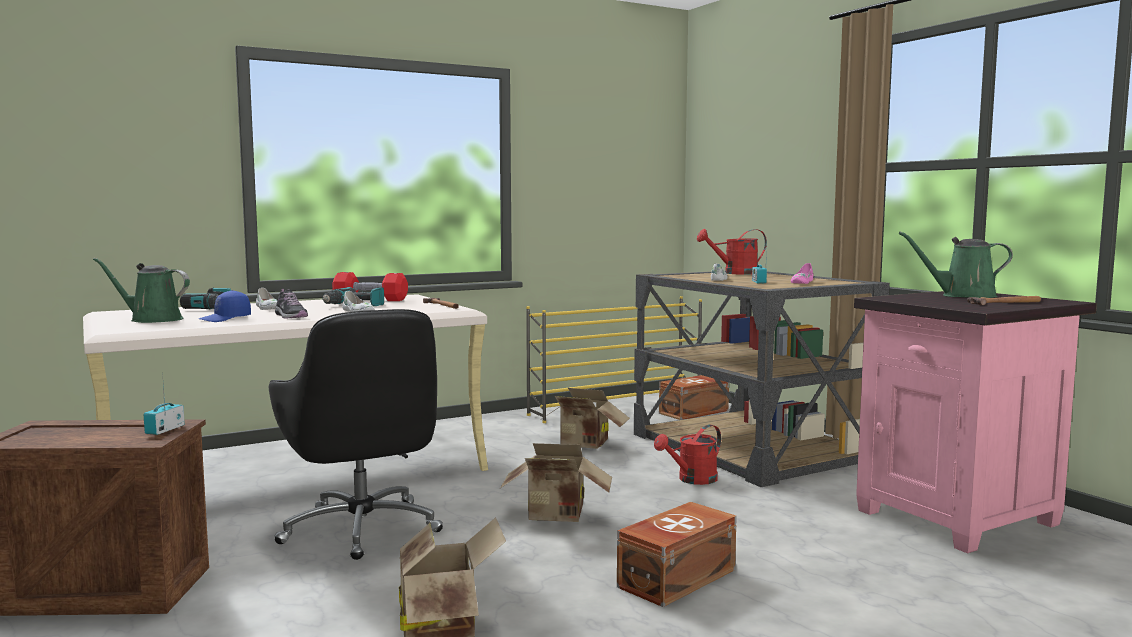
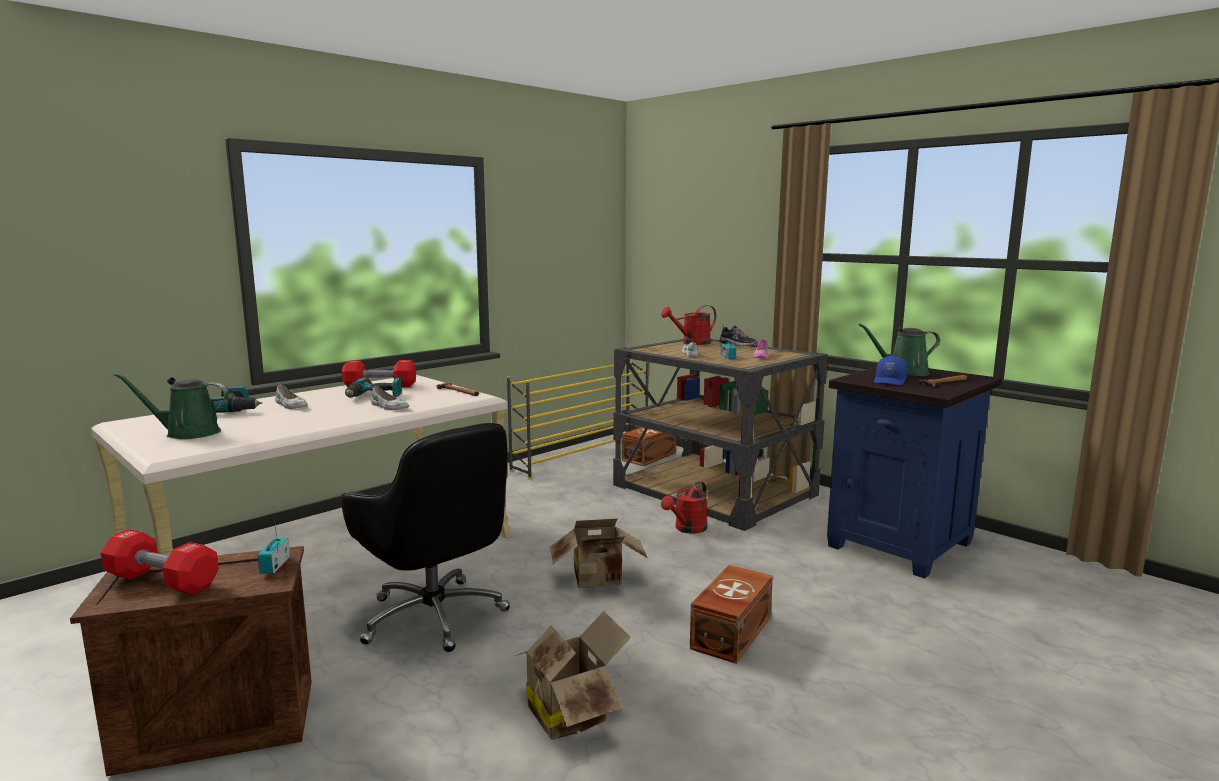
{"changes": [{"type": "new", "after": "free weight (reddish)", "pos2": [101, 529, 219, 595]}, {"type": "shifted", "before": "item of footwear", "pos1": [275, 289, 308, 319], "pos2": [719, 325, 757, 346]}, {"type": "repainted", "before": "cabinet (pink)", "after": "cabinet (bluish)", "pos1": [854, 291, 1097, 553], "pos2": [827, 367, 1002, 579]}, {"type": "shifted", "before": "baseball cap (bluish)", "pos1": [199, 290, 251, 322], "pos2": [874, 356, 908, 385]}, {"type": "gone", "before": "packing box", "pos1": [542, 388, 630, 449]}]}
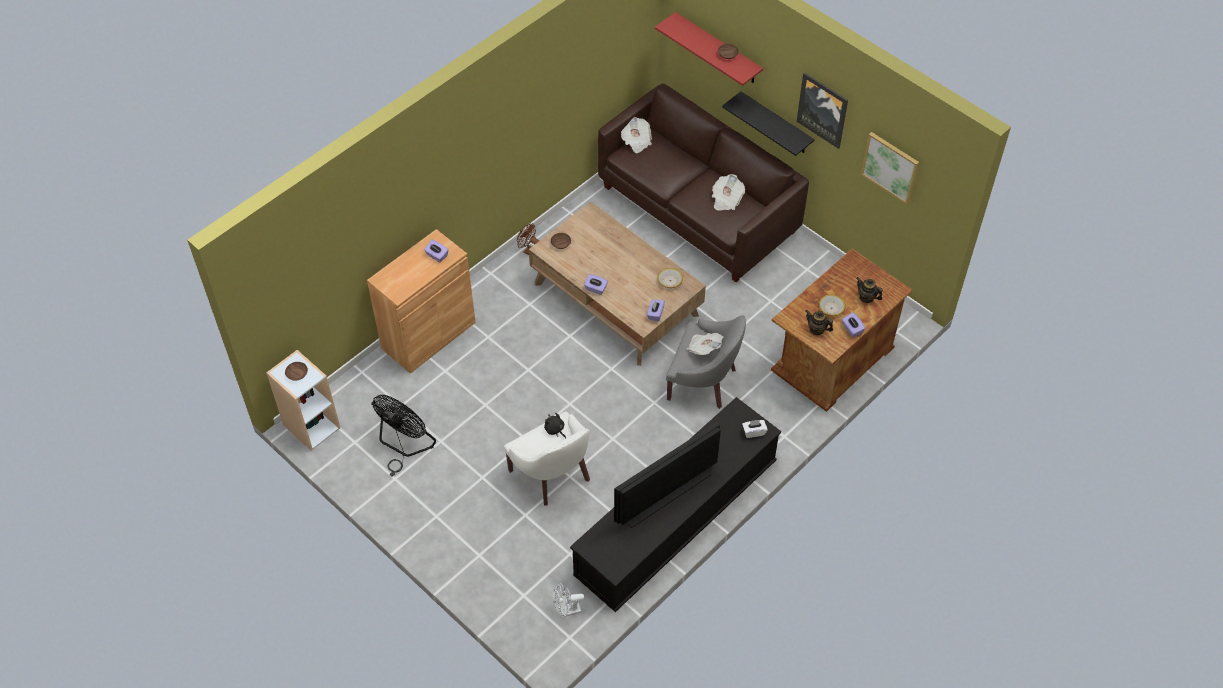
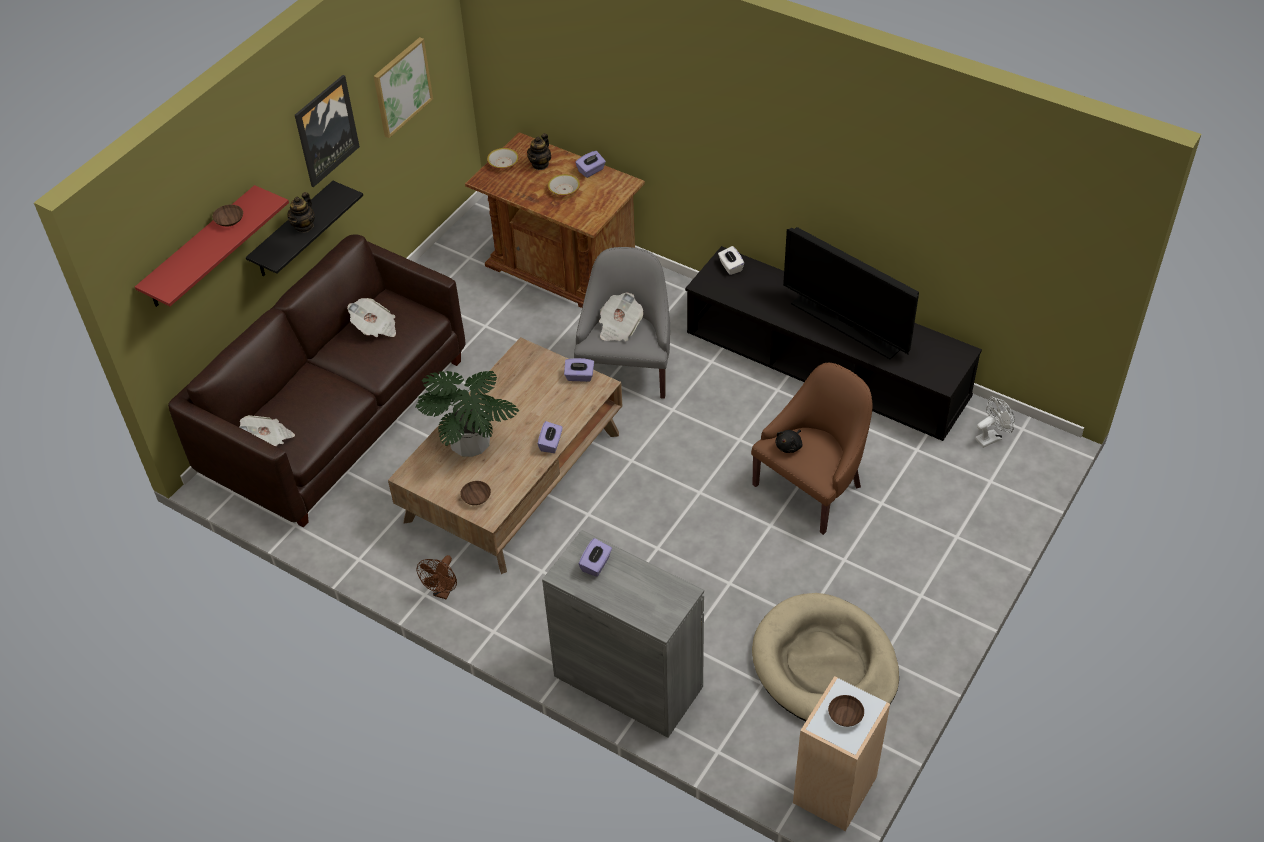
{"changes": [{"type": "shifted", "before": "pot for tea", "pos1": [806, 310, 833, 336], "pos2": [287, 192, 315, 233]}, {"type": "new", "after": "plant in a pot", "pos2": [415, 371, 519, 457]}, {"type": "shifted", "before": "deep dish", "pos1": [657, 268, 683, 288], "pos2": [487, 148, 519, 169]}, {"type": "repainted", "before": "cabinet (brown)", "after": "cabinet (gray)", "pos1": [367, 229, 476, 374], "pos2": [542, 530, 704, 738]}, {"type": "repainted", "before": "easy chair (white)", "after": "easy chair (brown)", "pos1": [504, 412, 590, 506], "pos2": [751, 363, 873, 535]}, {"type": "swapped", "before": "fan (black-coloured)", "after": "dog bed (beige)", "pos1": [371, 395, 436, 476], "pos2": [752, 593, 899, 721]}, {"type": "rotated", "before": "fan (white)", "pos1": [553, 583, 584, 617], "pos2": [975, 397, 1015, 448], "turn": -90}]}
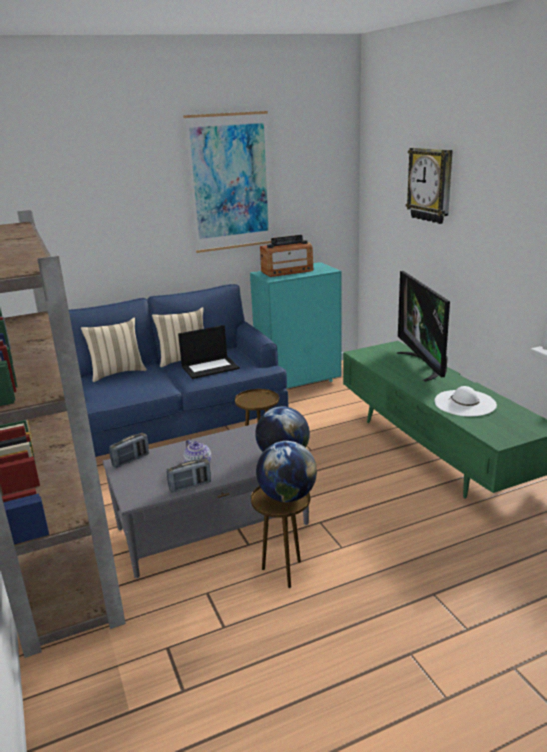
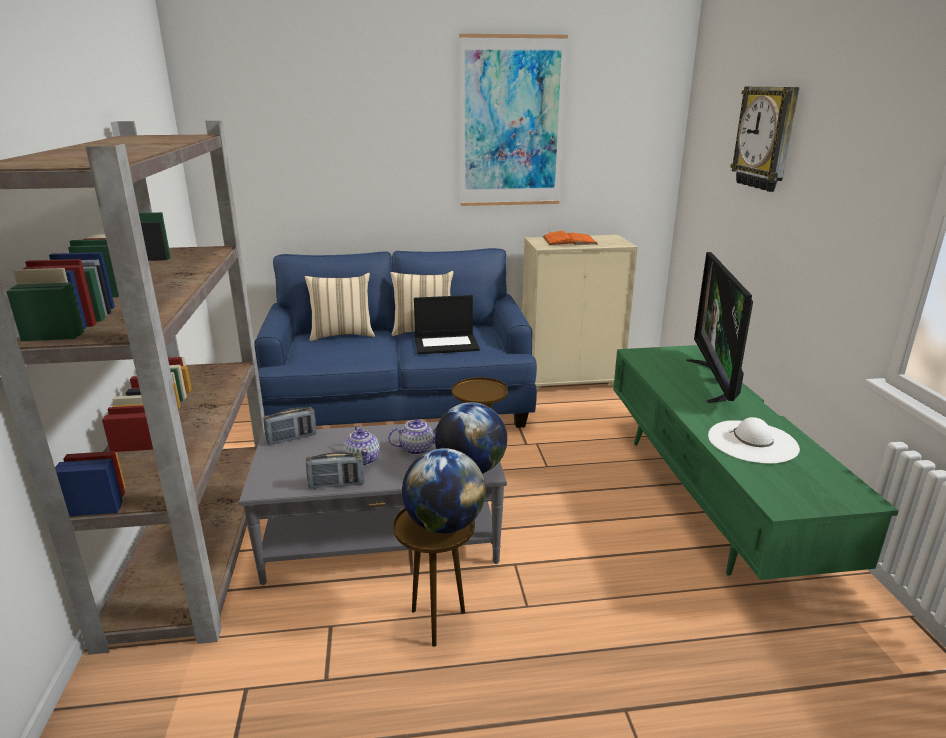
{"changes": [{"type": "new", "after": "pot for tea", "pos2": [388, 419, 438, 455]}, {"type": "repainted", "before": "cabinet (blue-green)", "after": "cabinet (beige)", "pos1": [250, 262, 342, 389], "pos2": [522, 235, 638, 390]}, {"type": "swapped", "before": "radio receiver", "after": "book (orange-coloured)", "pos1": [260, 235, 313, 277], "pos2": [542, 231, 598, 245]}]}
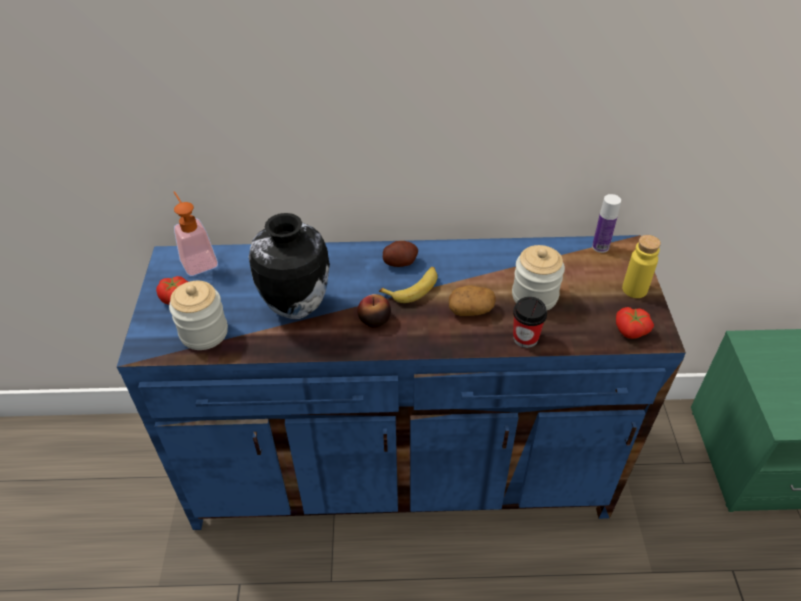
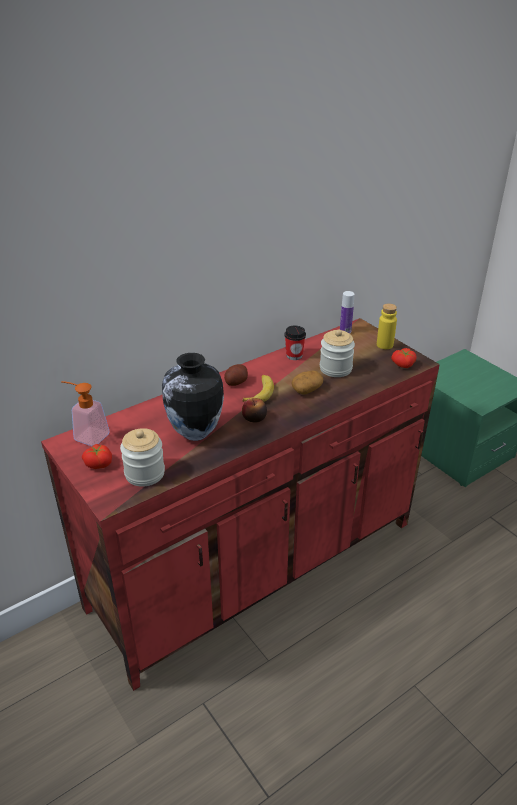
{"changes": [{"type": "repainted", "before": "cabinet (bluish)", "after": "cabinet (reddish)", "pos1": [117, 235, 686, 530], "pos2": [41, 318, 440, 691]}, {"type": "shifted", "before": "cup", "pos1": [513, 297, 547, 348], "pos2": [284, 325, 306, 360]}]}
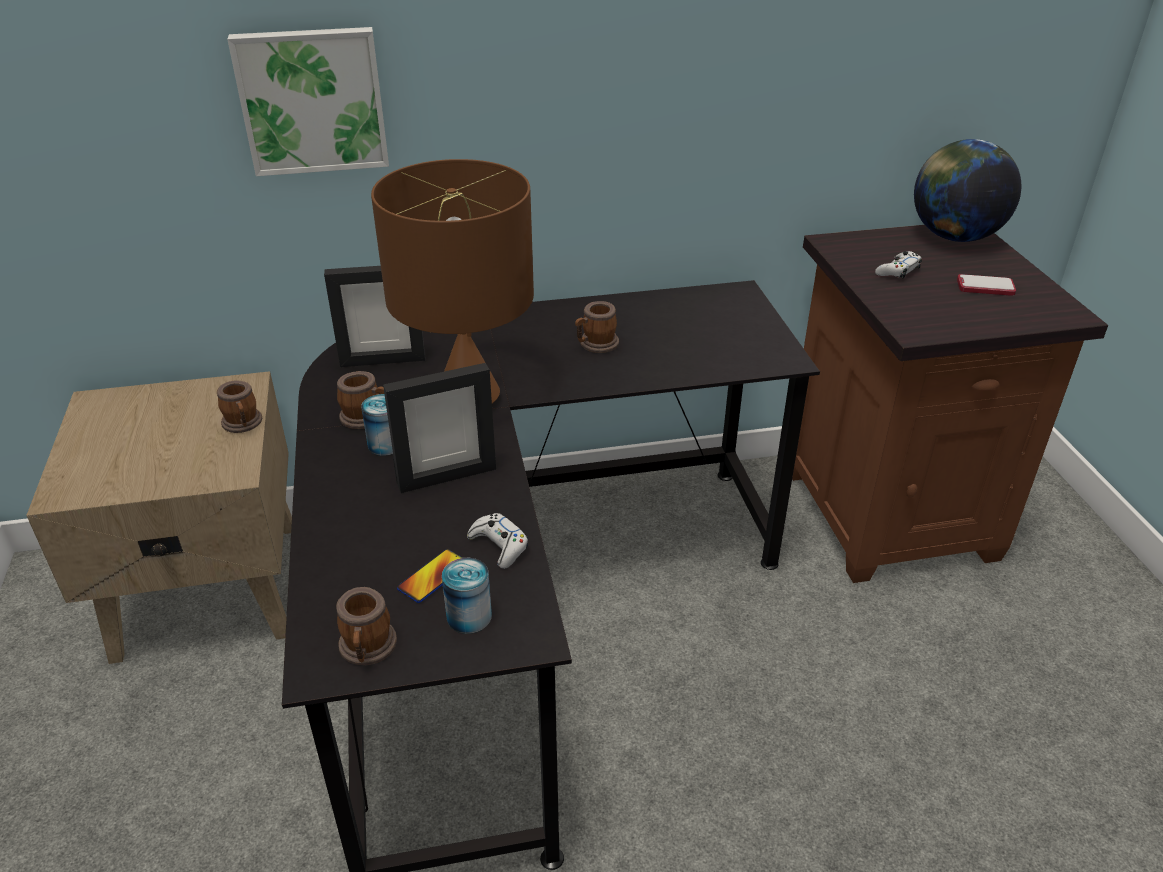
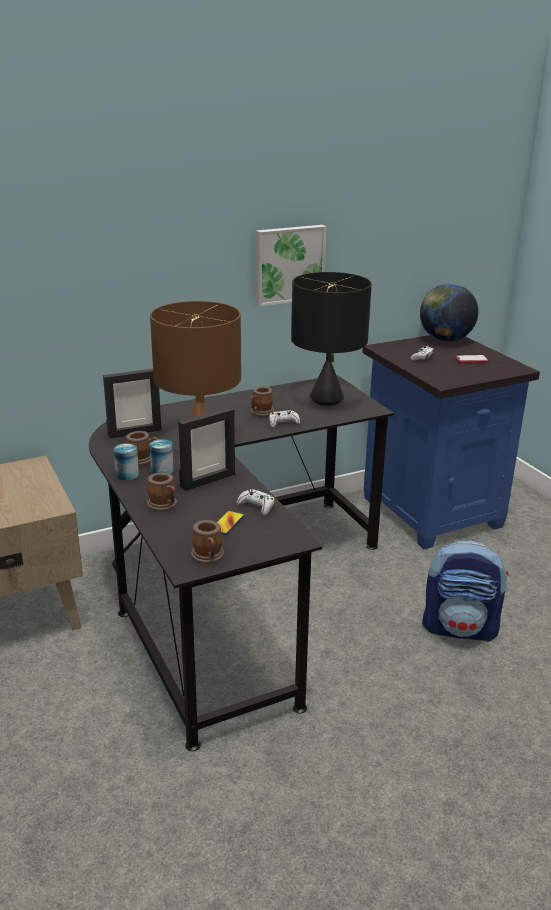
{"changes": [{"type": "shifted", "before": "sealed can", "pos1": [442, 558, 492, 634], "pos2": [114, 443, 139, 481]}, {"type": "shifted", "before": "mug", "pos1": [217, 380, 262, 433], "pos2": [147, 473, 177, 511]}, {"type": "shifted", "before": "wall art", "pos1": [227, 27, 389, 176], "pos2": [256, 225, 327, 307]}, {"type": "new", "after": "gamepad (white)", "pos2": [269, 410, 300, 428]}, {"type": "new", "after": "lamp for a table (black-coloured)", "pos2": [291, 272, 372, 406]}, {"type": "repainted", "before": "cabinet (brown)", "after": "cabinet (bluish)", "pos1": [792, 225, 1108, 583], "pos2": [363, 335, 540, 549]}, {"type": "new", "after": "knapsack", "pos2": [422, 540, 509, 642]}]}
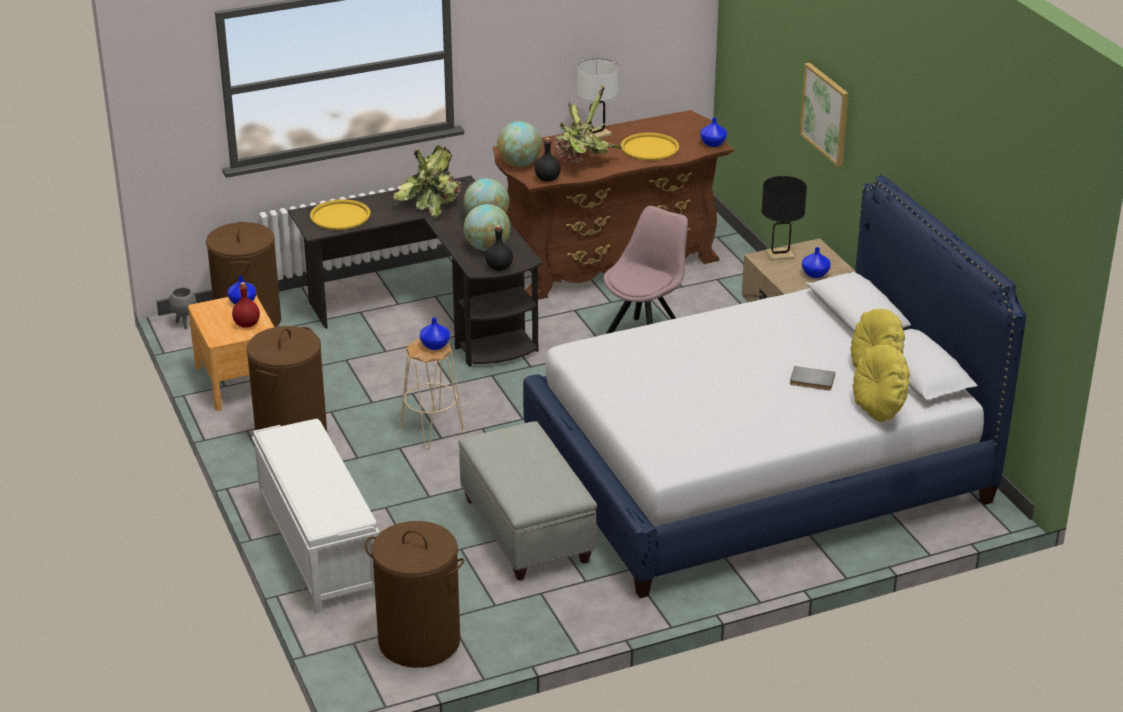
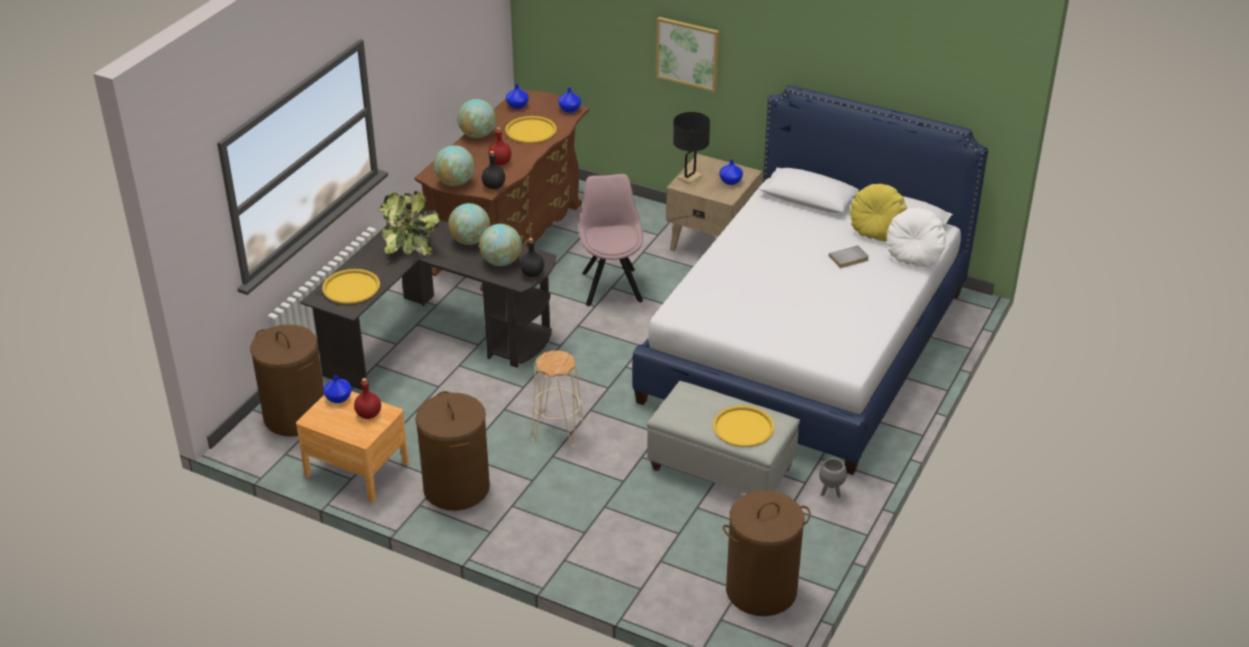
{"changes": [{"type": "swapped", "before": "lamp for a table (white)", "after": "world globe", "pos1": [577, 59, 618, 139], "pos2": [457, 99, 496, 138]}, {"type": "swapped", "before": "plant in a pot", "after": "drink bottle (reddish)", "pos1": [555, 84, 622, 163], "pos2": [488, 127, 511, 165]}, {"type": "shifted", "before": "vase (bluish)", "pos1": [420, 318, 450, 350], "pos2": [506, 84, 529, 109]}, {"type": "new", "after": "tray (yellow-coloured)", "pos2": [713, 405, 774, 447]}, {"type": "shifted", "before": "planter (gray)", "pos1": [169, 287, 197, 329], "pos2": [819, 458, 847, 498]}, {"type": "repainted", "before": "pillow (yellow-coloured)", "after": "pillow (white)", "pos1": [852, 345, 910, 422], "pos2": [887, 208, 946, 268]}, {"type": "gone", "before": "indoor bench (white)", "pos1": [252, 419, 380, 614]}]}
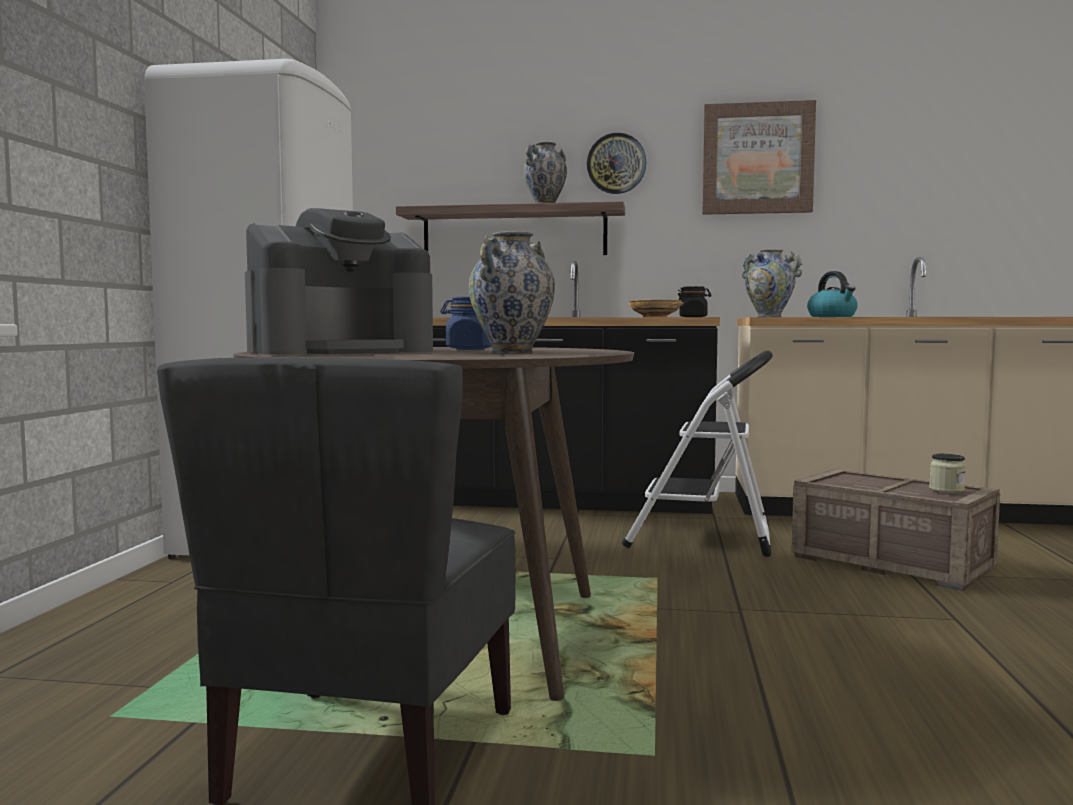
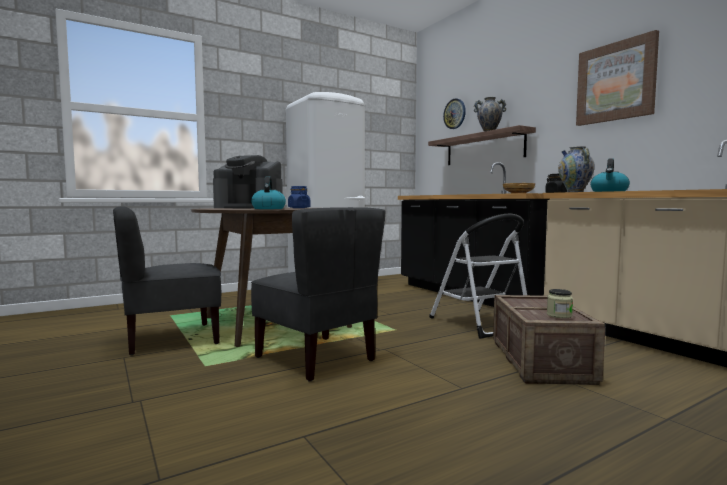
{"changes": [{"type": "swapped", "before": "vase", "after": "water kettle", "pos1": [469, 231, 555, 353], "pos2": [251, 176, 286, 209]}, {"type": "new", "after": "upright chair (gray)", "pos2": [251, 207, 386, 382]}, {"type": "shifted", "before": "clock on the wall", "pos1": [587, 133, 646, 194], "pos2": [443, 99, 466, 129]}]}
